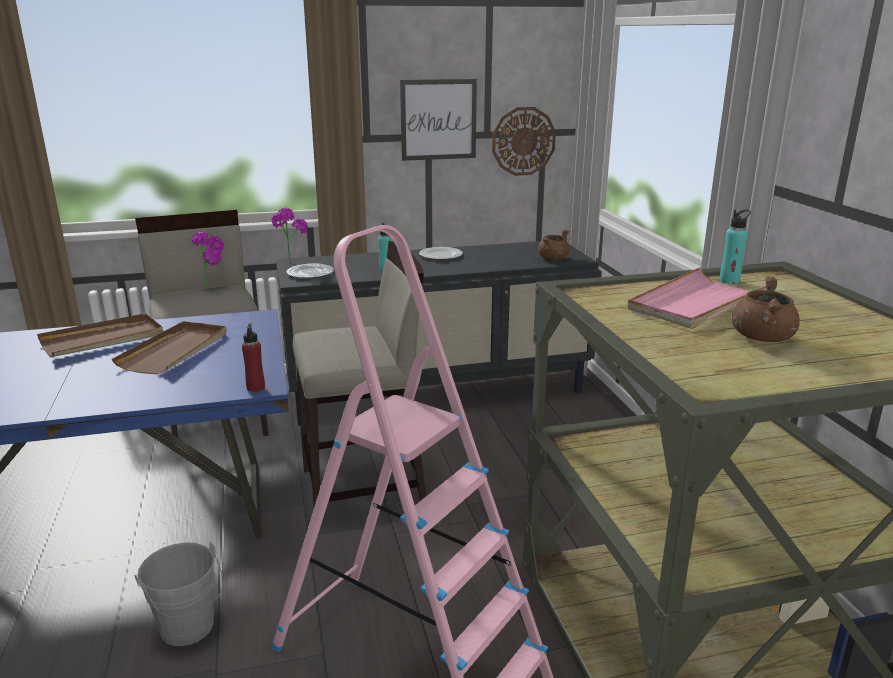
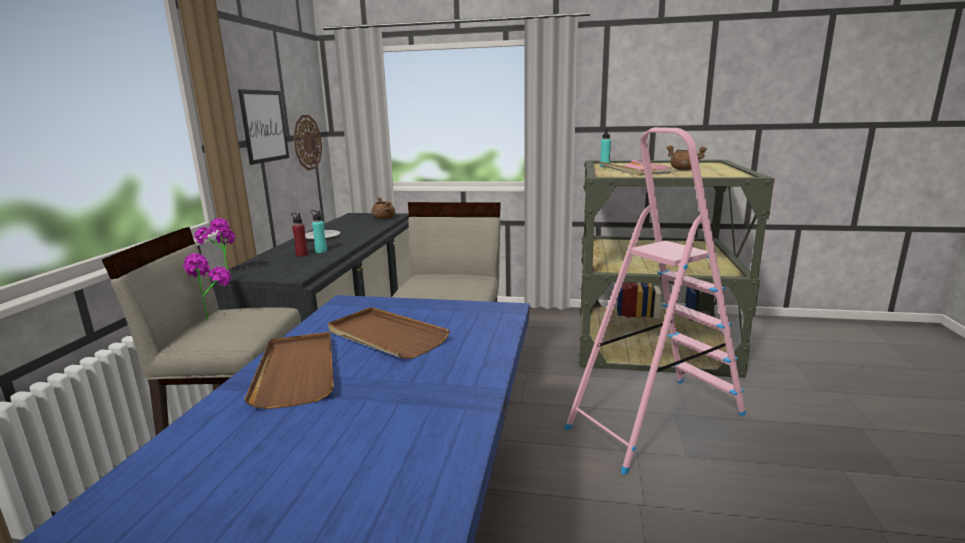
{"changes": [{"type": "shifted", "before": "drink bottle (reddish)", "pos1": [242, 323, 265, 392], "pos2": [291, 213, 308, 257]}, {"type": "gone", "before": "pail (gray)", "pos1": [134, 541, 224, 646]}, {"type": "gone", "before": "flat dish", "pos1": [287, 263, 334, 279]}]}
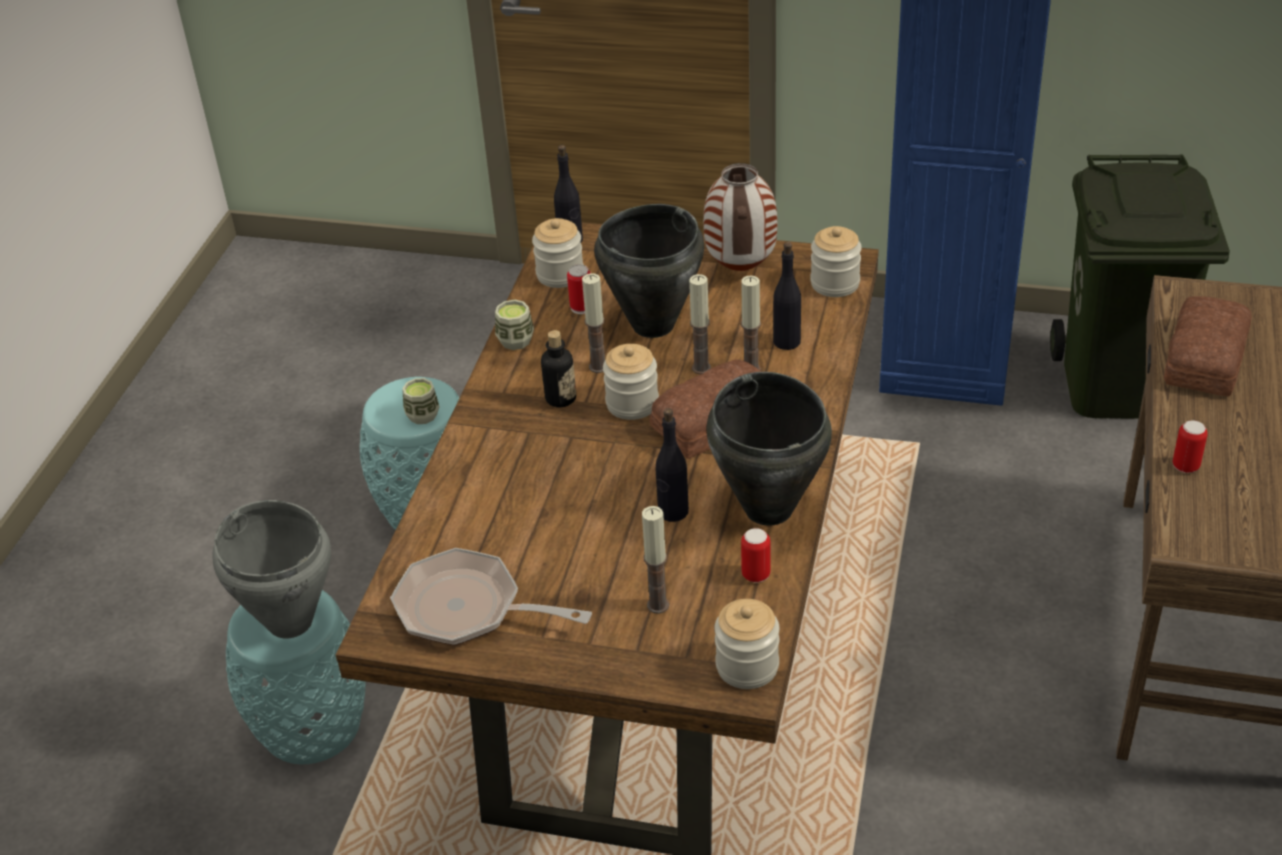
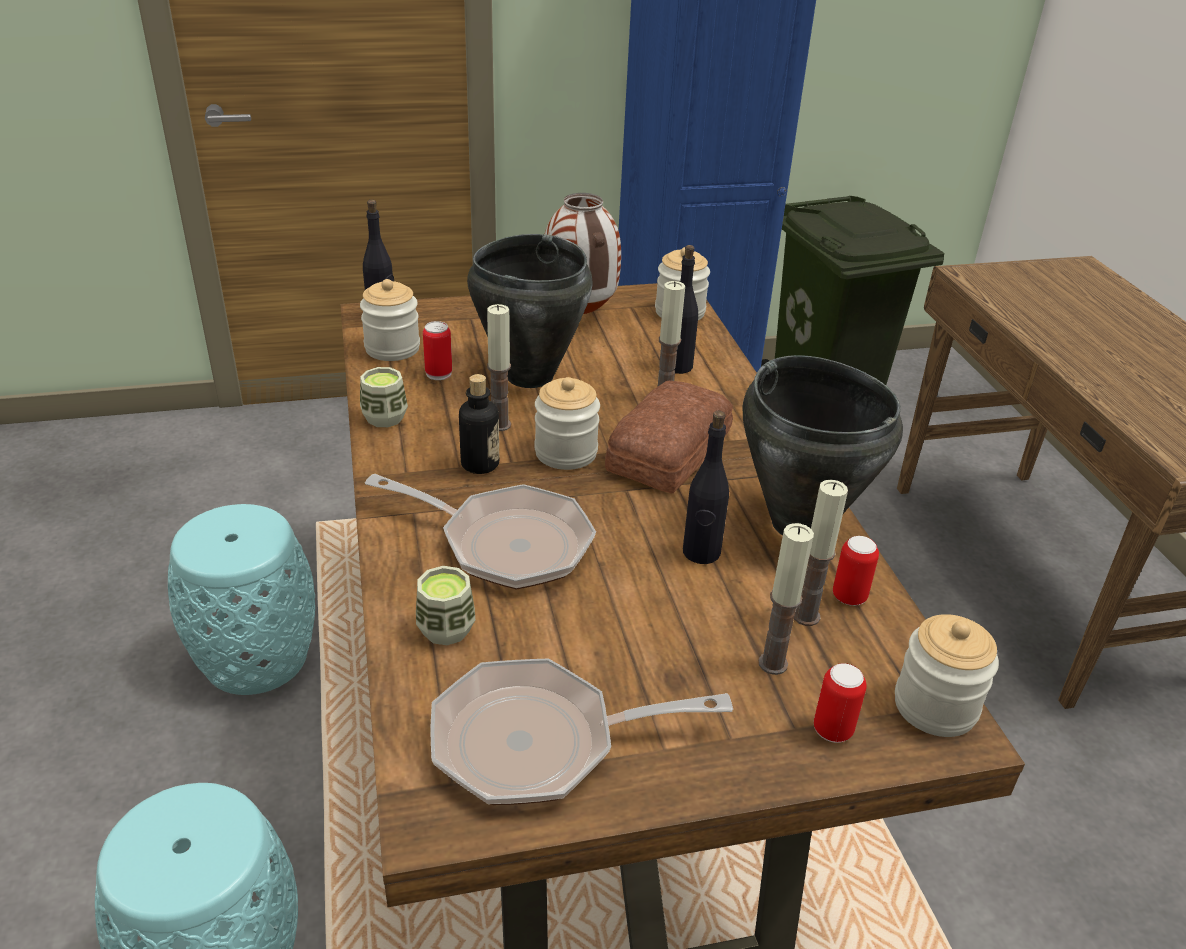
{"changes": [{"type": "new", "after": "frying pan", "pos2": [365, 474, 596, 590]}, {"type": "shifted", "before": "cup", "pos1": [402, 378, 440, 424], "pos2": [416, 566, 475, 645]}, {"type": "shifted", "before": "wax candle", "pos1": [689, 274, 711, 374], "pos2": [794, 480, 848, 626]}, {"type": "shifted", "before": "sealed can", "pos1": [1173, 420, 1208, 473], "pos2": [814, 663, 867, 743]}, {"type": "gone", "before": "stockpot (gray)", "pos1": [212, 500, 331, 639]}, {"type": "gone", "before": "bread", "pos1": [1164, 296, 1252, 396]}]}
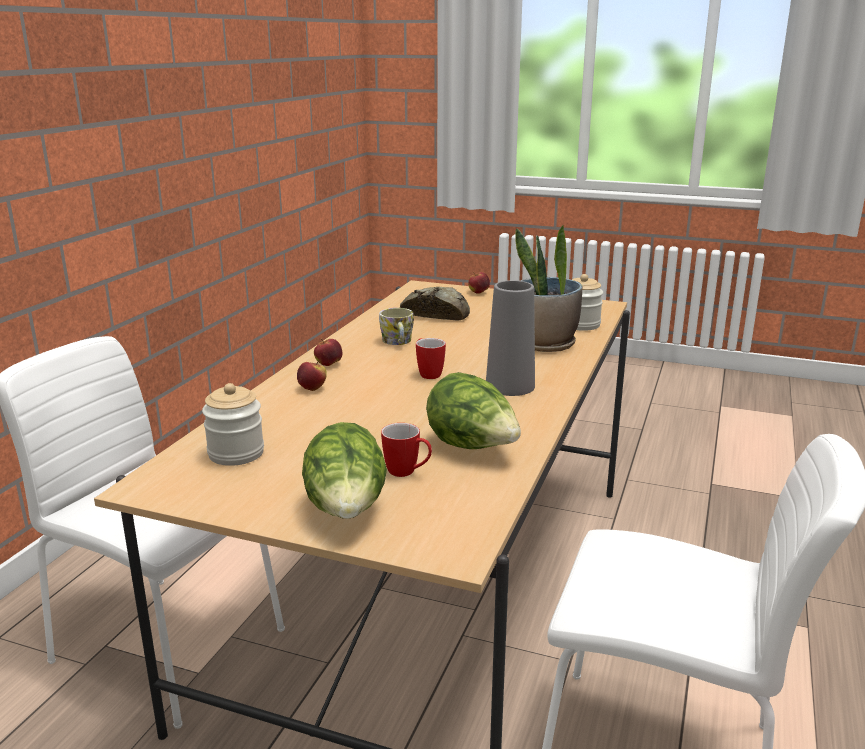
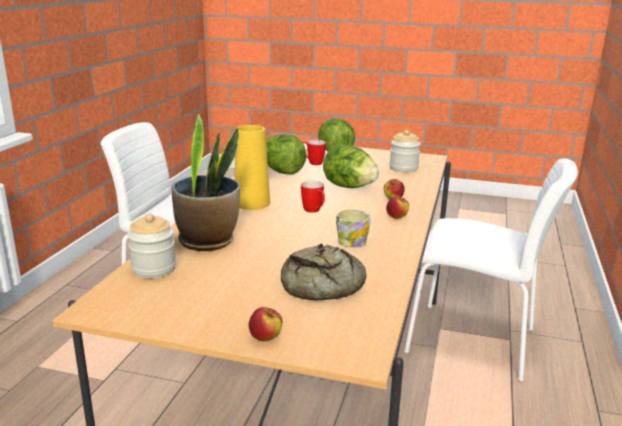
{"changes": [{"type": "repainted", "before": "vase (gray)", "after": "vase (yellow-coloured)", "pos1": [486, 280, 535, 396], "pos2": [234, 125, 270, 210]}, {"type": "new", "after": "head of lettuce", "pos2": [323, 145, 379, 188]}]}
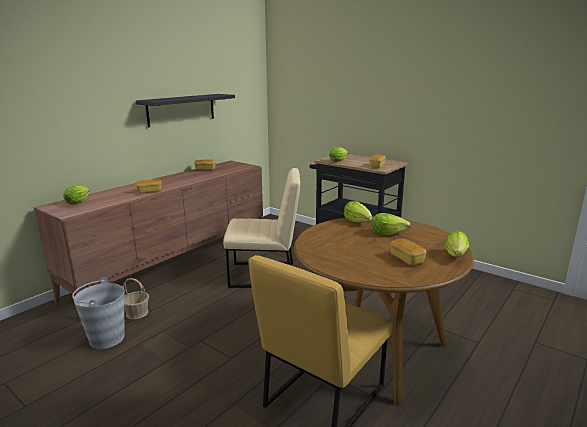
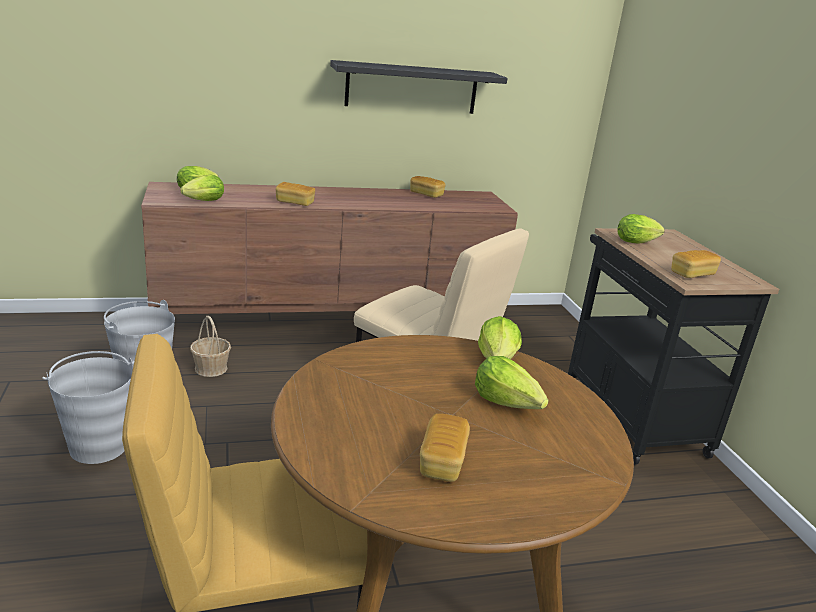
{"changes": [{"type": "new", "after": "pail (gray)", "pos2": [42, 351, 134, 464]}, {"type": "shifted", "before": "head of lettuce", "pos1": [445, 230, 469, 257], "pos2": [180, 175, 224, 201]}]}
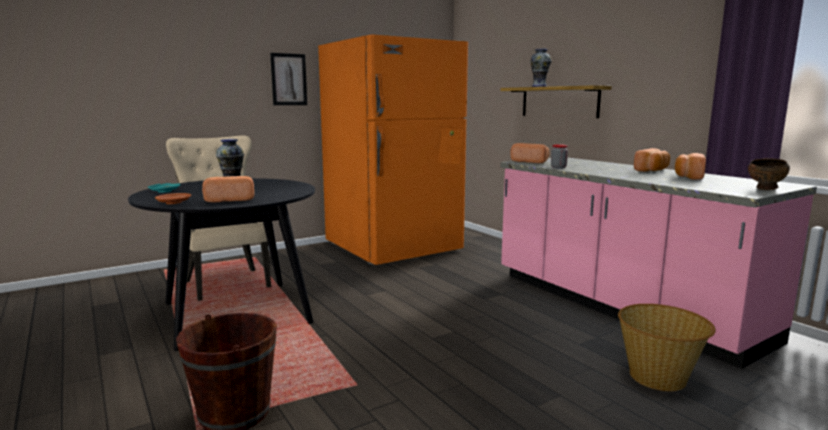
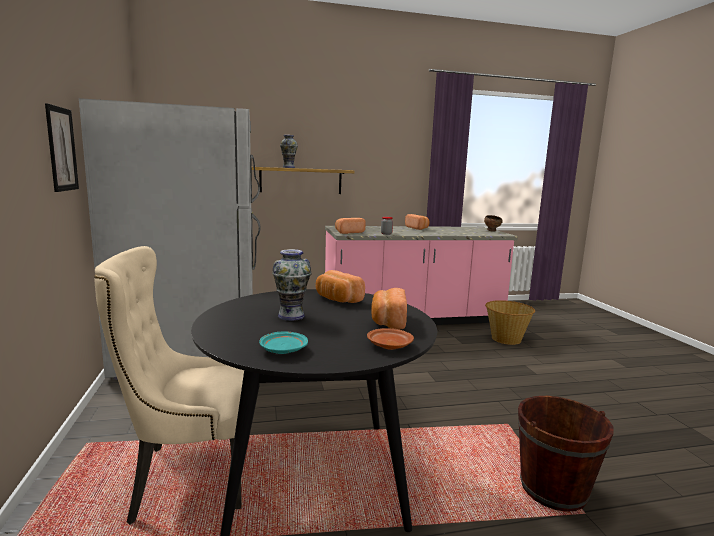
{"changes": [{"type": "repainted", "before": "fridge (orange-coloured)", "after": "fridge (white)", "pos1": [318, 35, 468, 265], "pos2": [79, 98, 261, 380]}, {"type": "shifted", "before": "bread", "pos1": [675, 153, 706, 180], "pos2": [316, 270, 365, 303]}]}
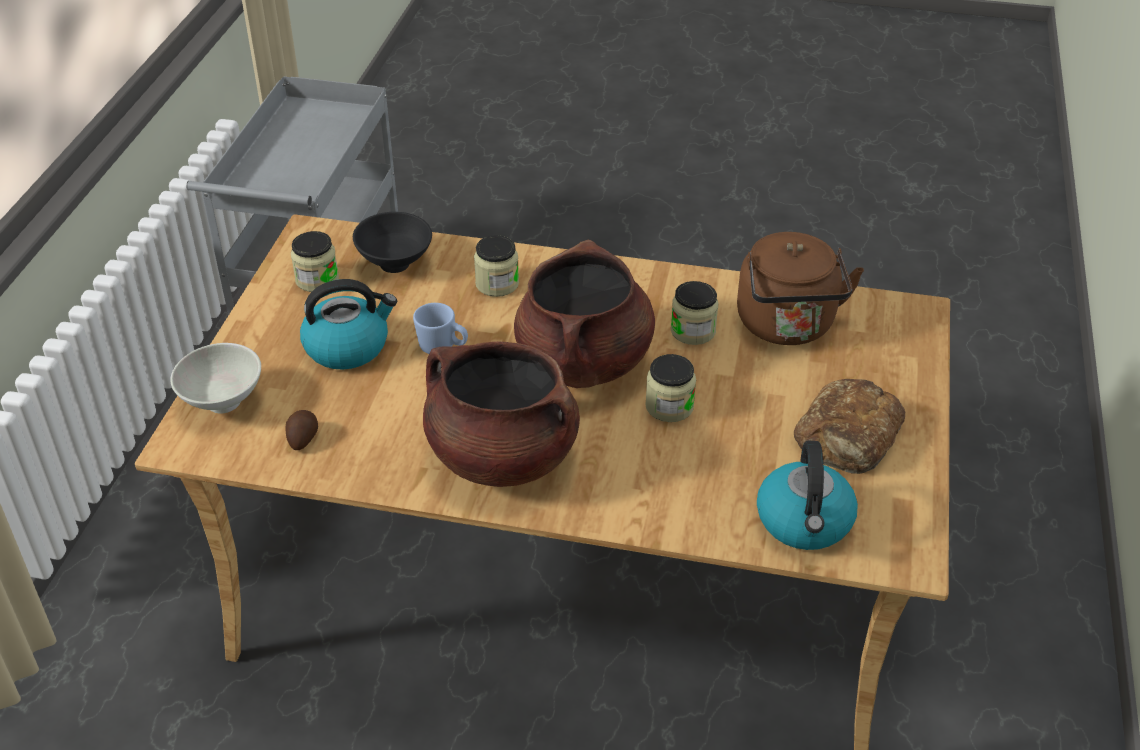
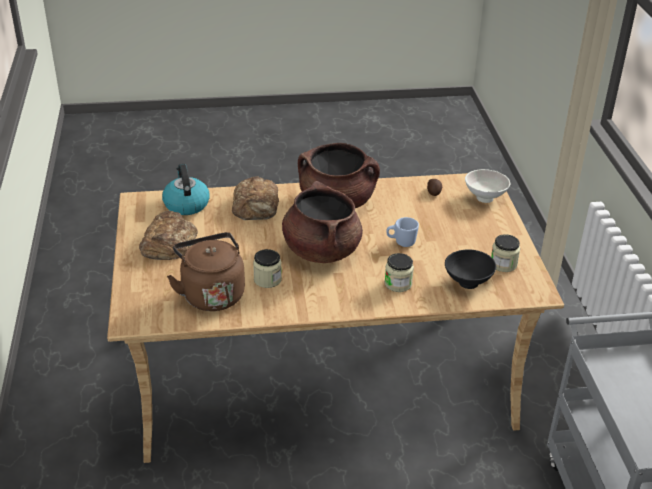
{"changes": [{"type": "new", "after": "bread", "pos2": [232, 176, 279, 220]}, {"type": "gone", "before": "water kettle", "pos1": [300, 279, 397, 370]}, {"type": "gone", "before": "storage jar", "pos1": [645, 354, 696, 422]}]}
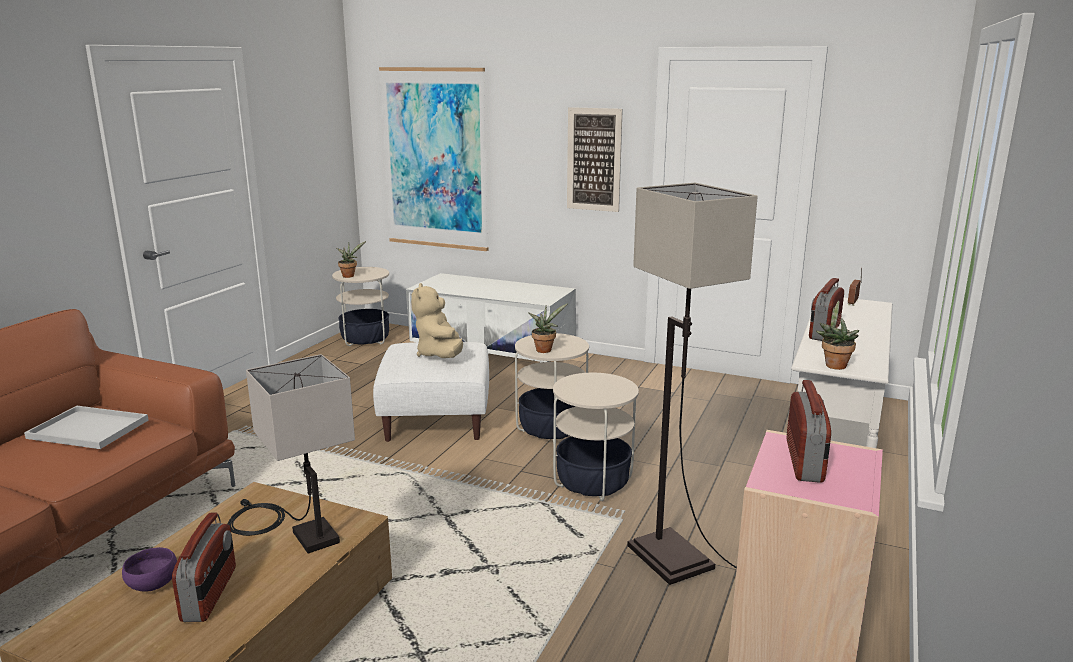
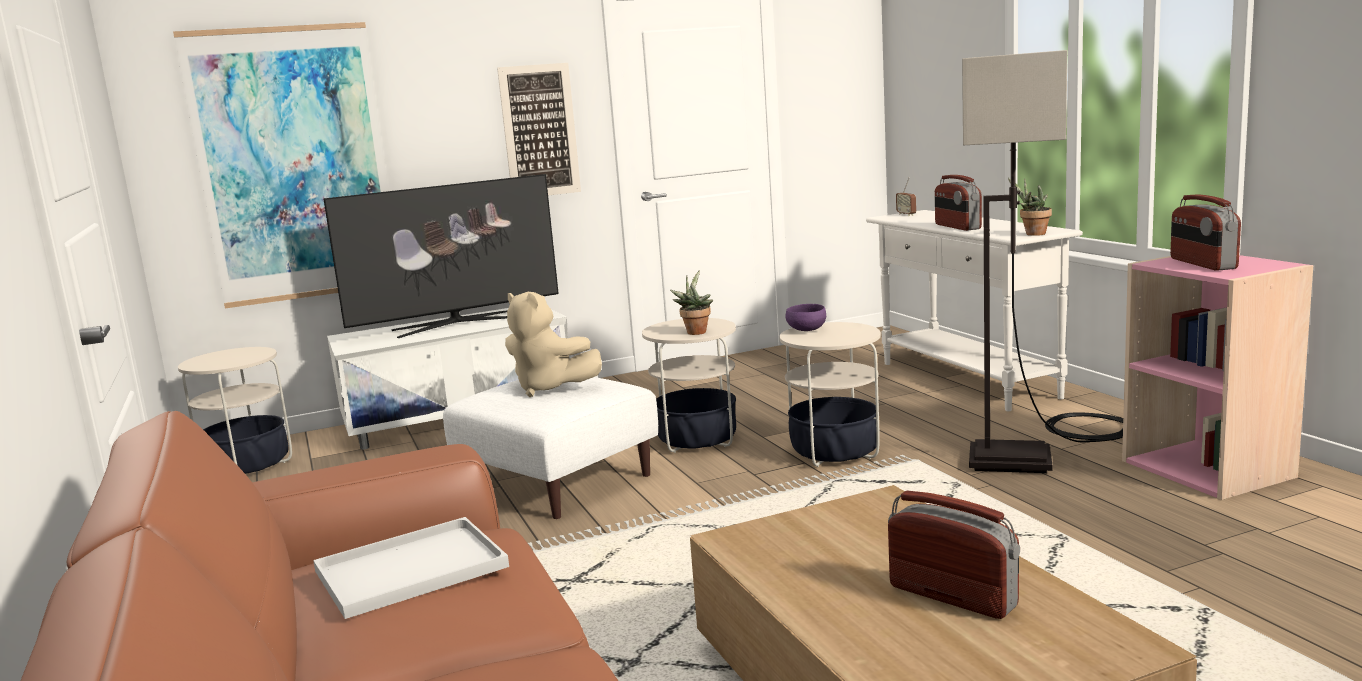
{"changes": [{"type": "new", "after": "TV set", "pos2": [324, 174, 559, 338]}, {"type": "shifted", "before": "deep dish (purple)", "pos1": [122, 547, 177, 592], "pos2": [785, 304, 826, 331]}, {"type": "rotated", "before": "radio receiver", "pos1": [786, 380, 831, 483], "pos2": [1170, 195, 1241, 271], "turn": -150}, {"type": "gone", "before": "lamp for a table", "pos1": [227, 354, 355, 554]}, {"type": "gone", "before": "plant in a pot", "pos1": [336, 241, 366, 278]}]}
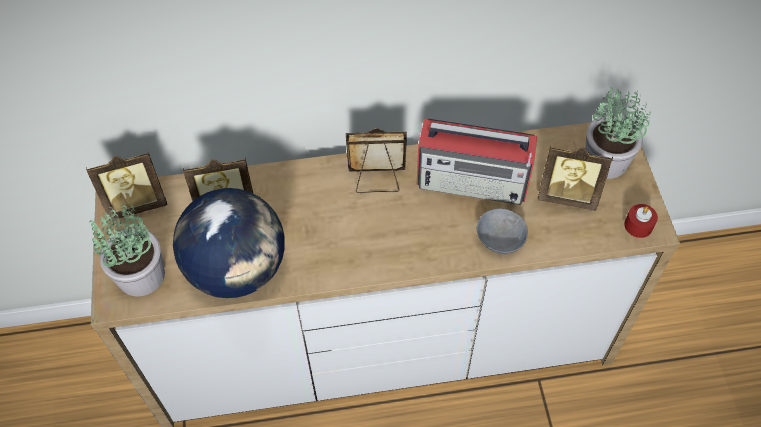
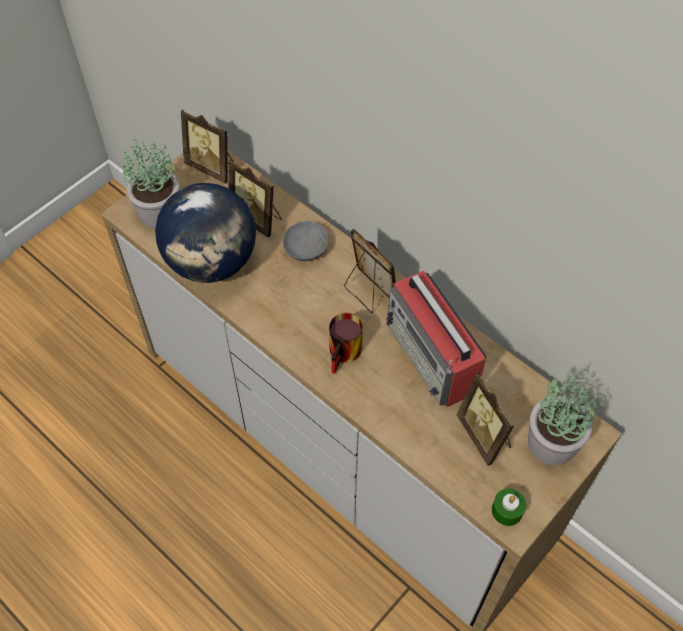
{"changes": [{"type": "shifted", "before": "deep dish (gray)", "pos1": [476, 208, 528, 254], "pos2": [283, 221, 329, 261]}, {"type": "new", "after": "mug", "pos2": [329, 313, 363, 374]}, {"type": "repainted", "before": "wax candle (reddish)", "after": "wax candle (green)", "pos1": [624, 204, 658, 238], "pos2": [492, 488, 526, 526]}]}
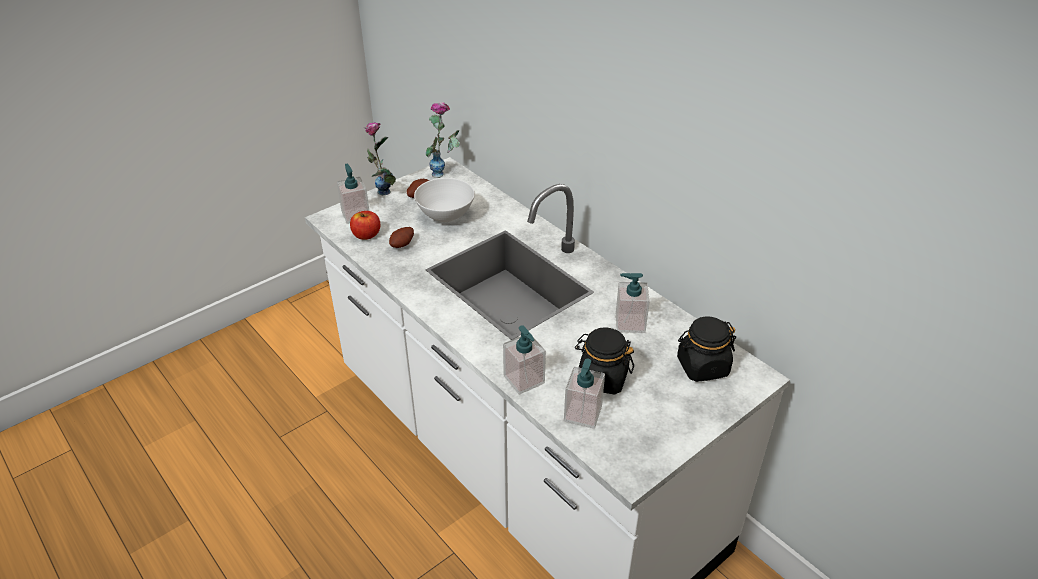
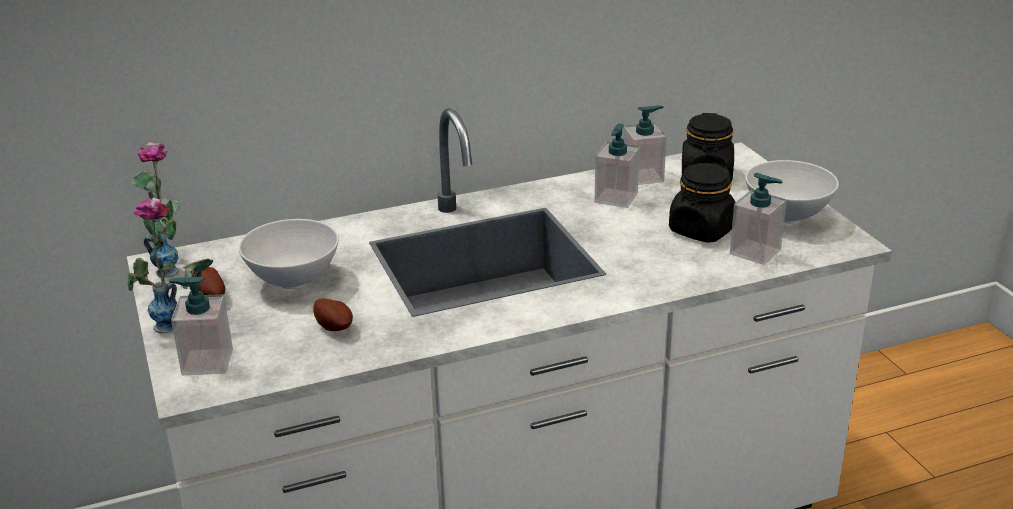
{"changes": [{"type": "shifted", "before": "soap dispenser", "pos1": [503, 326, 546, 395], "pos2": [623, 105, 667, 185]}, {"type": "new", "after": "deep dish (white)", "pos2": [745, 160, 839, 223]}, {"type": "gone", "before": "apple", "pos1": [350, 211, 380, 240]}]}
